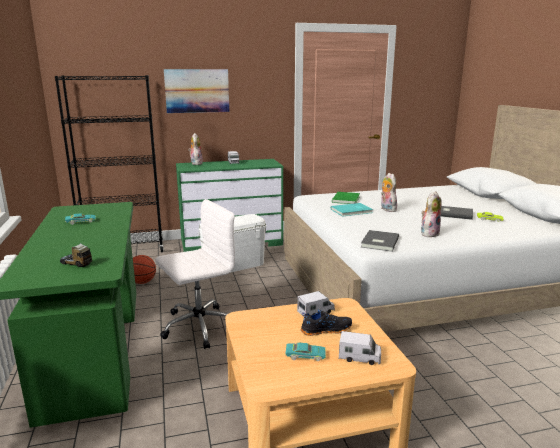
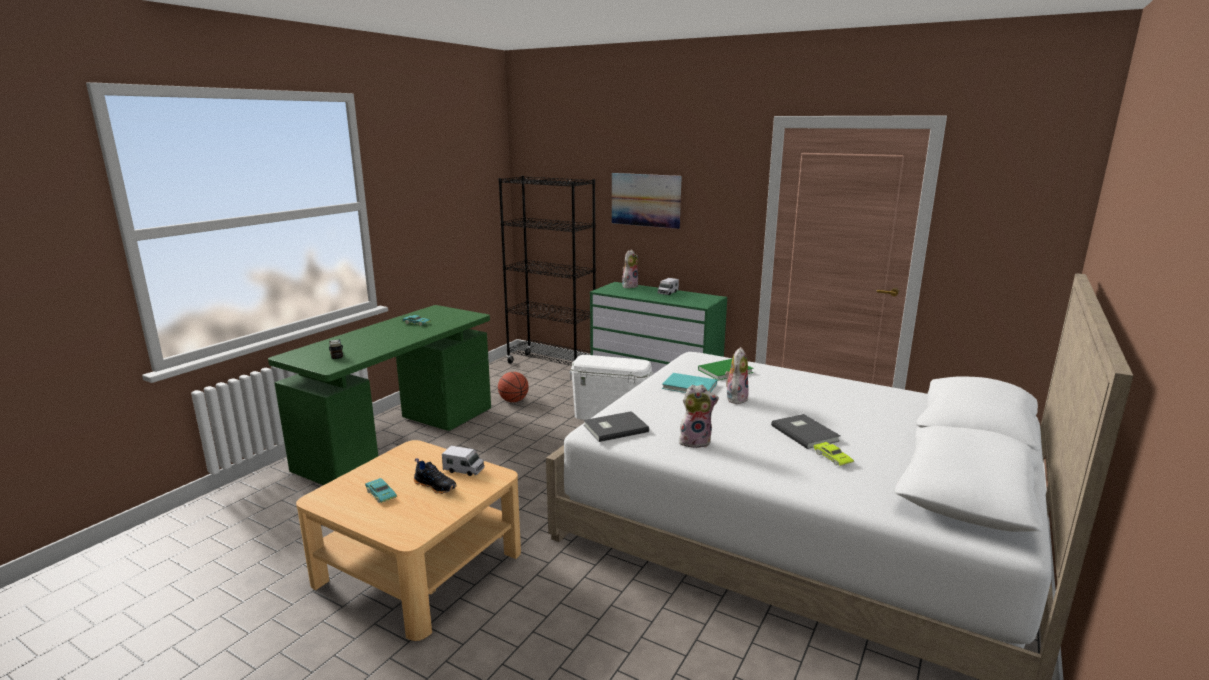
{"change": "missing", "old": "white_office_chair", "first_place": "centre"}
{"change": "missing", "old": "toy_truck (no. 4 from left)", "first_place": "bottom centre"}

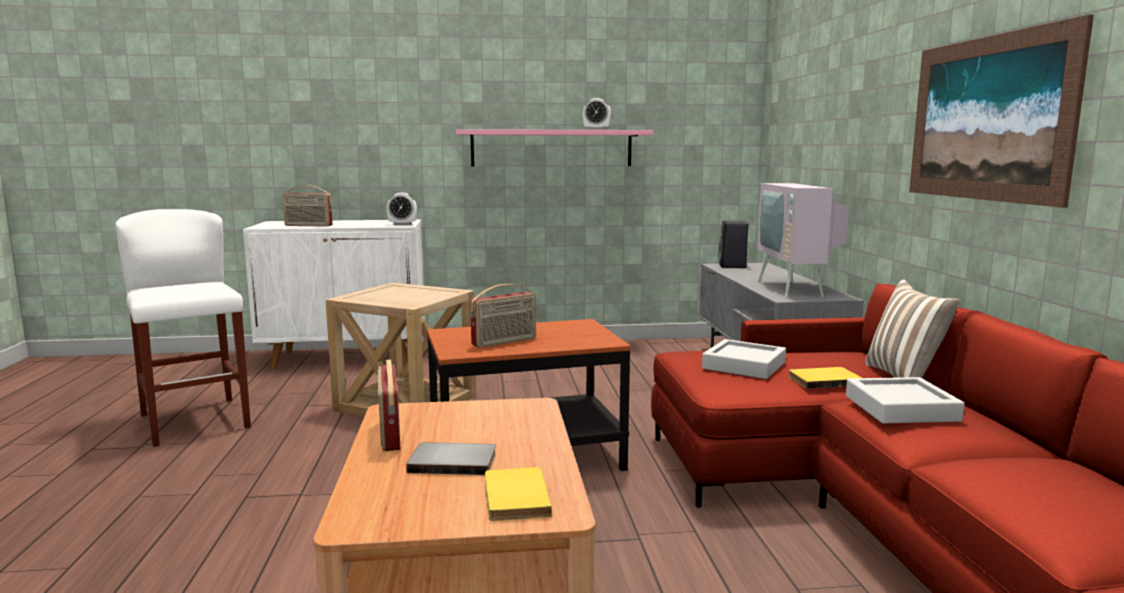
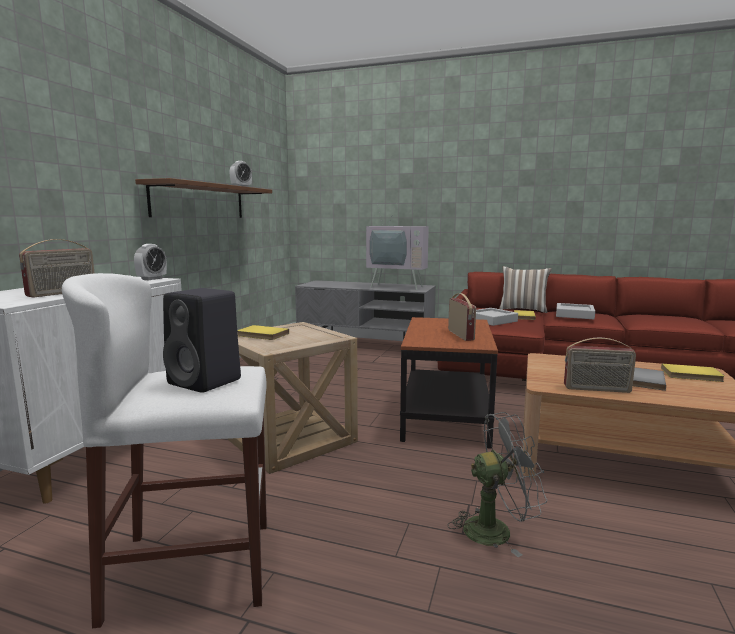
{"change": "colour", "old": "pink_shelf", "new": "brown_shelf", "first_place": "top centre", "second_place": "top left"}
{"change": "relocated", "old": "black_speaker", "first_place": "centre", "second_place": "middle left"}
{"change": "missing", "old": "picture", "first_place": "top right"}
{"change": "appeared", "new": "yellow_book (no. 1 from left)", "second_place": "centre"}
{"change": "appeared", "new": "grey_fan", "second_place": "bottom right"}

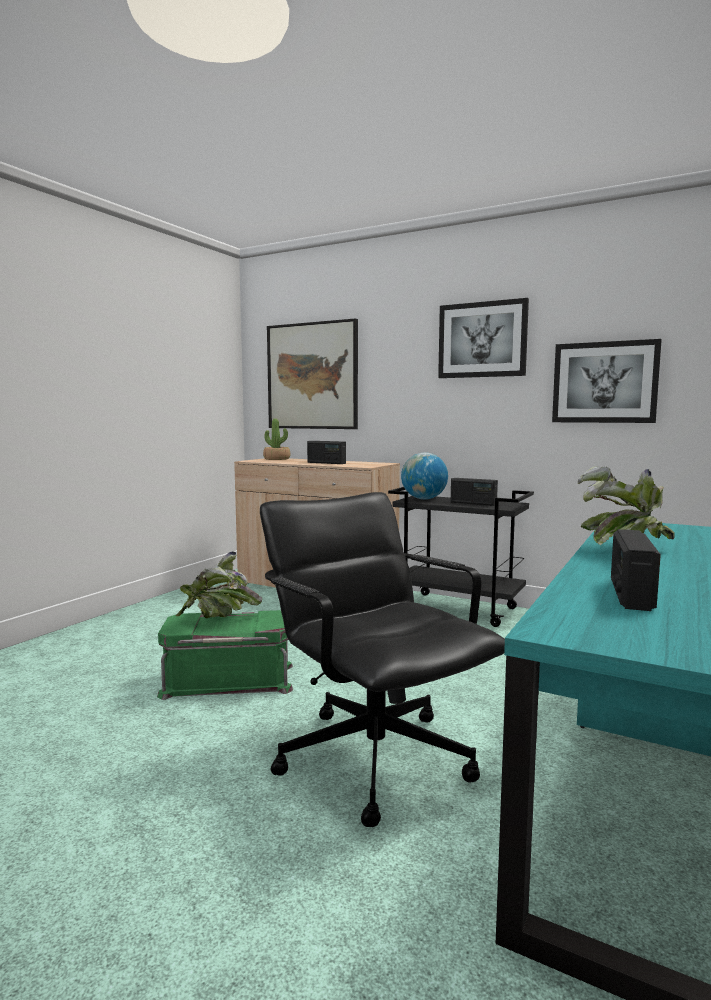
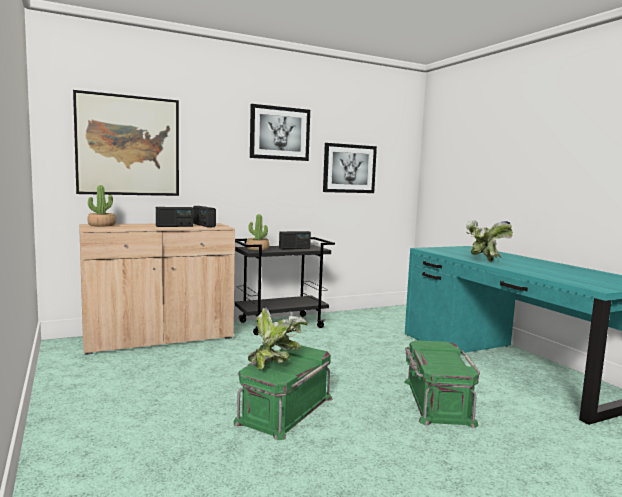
{"change": "exchanged", "old": "black_office_chair", "new": "green_storage_box (no. 2 from left)", "first_place": "centre", "second_place": "bottom right"}
{"change": "exchanged", "old": "globe", "new": "potted_plant (no. 2 from left)", "first_place": "centre", "second_place": "centre"}
{"change": "relocated", "old": "radio (no. 3 from left in the first image)", "new": "radio (no. 2 from left)", "first_place": "middle right", "second_place": "middle left"}

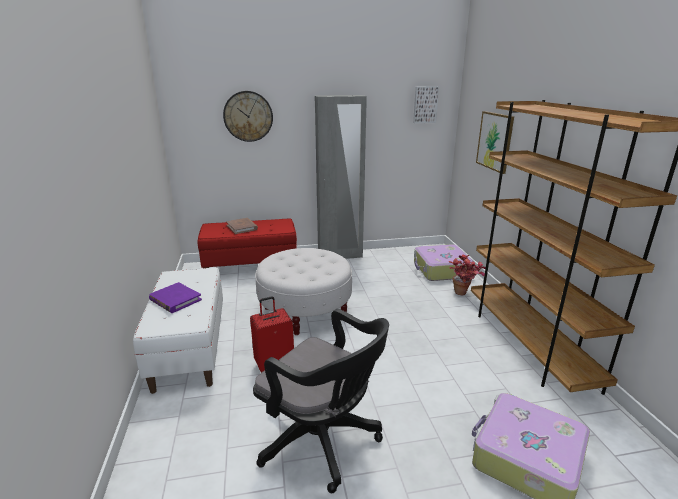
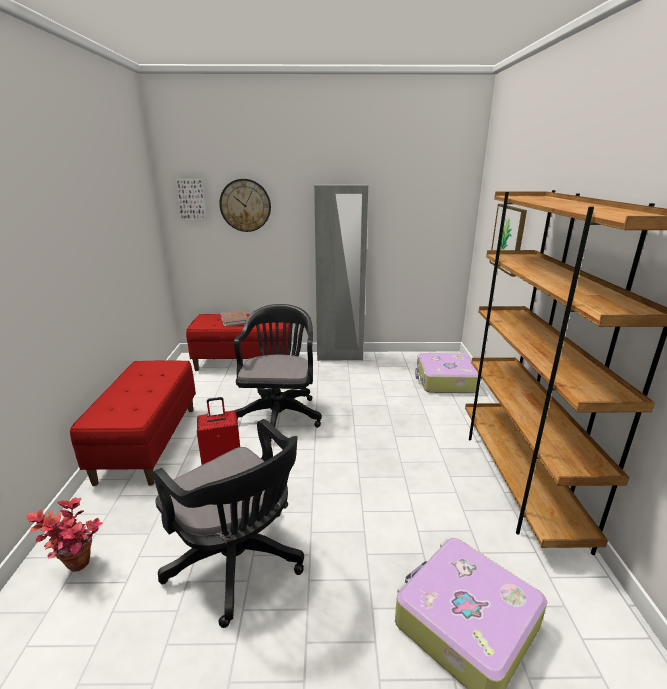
{"change": "colour", "old": "white_bench", "new": "red_bench (no. 1 from left)", "first_place": "middle left", "second_place": "middle left"}
{"change": "missing", "old": "purple_book", "first_place": "middle left"}
{"change": "exchanged", "old": "white_ottoman", "new": "black_office_chair (no. 2 from left)", "first_place": "centre", "second_place": "centre"}
{"change": "relocated", "old": "picture (no. 1 from left)", "first_place": "top centre", "second_place": "top left"}
{"change": "relocated", "old": "potted_plant", "first_place": "middle right", "second_place": "bottom left"}

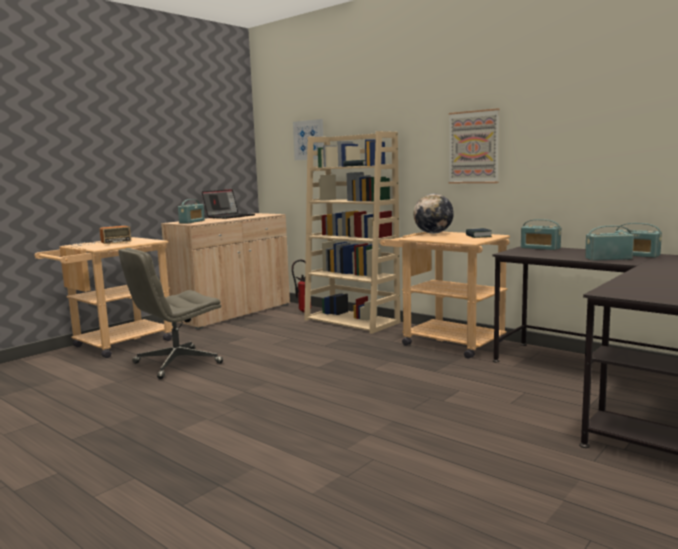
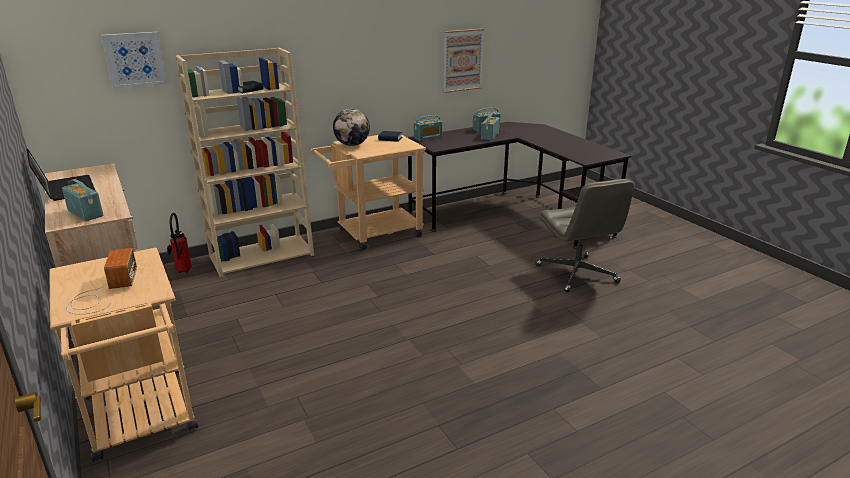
{"change": "relocated", "old": "grey_office_chair", "first_place": "middle left", "second_place": "middle right"}
{"change": "relocated", "old": "picture (no. 2 from left)", "first_place": "top right", "second_place": "top centre"}

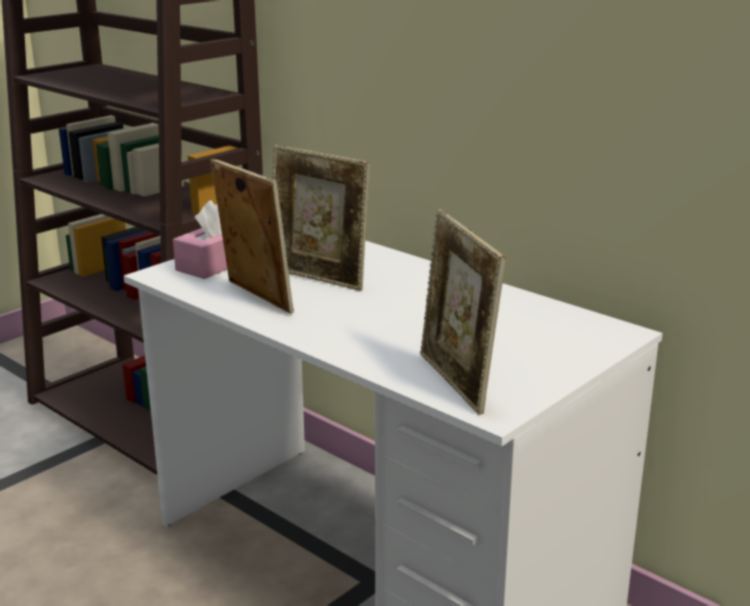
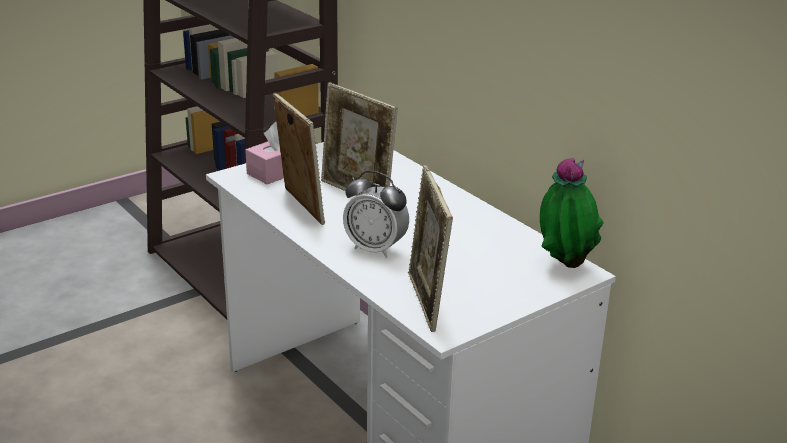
{"change": "appeared", "new": "alarm_clock", "second_place": "centre"}
{"change": "appeared", "new": "potted_plant", "second_place": "middle right"}

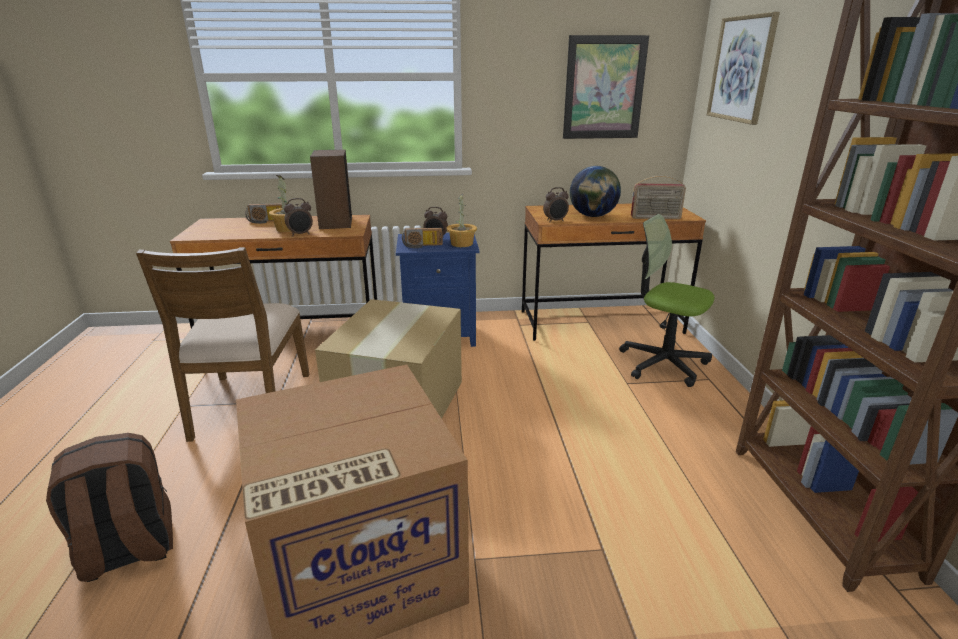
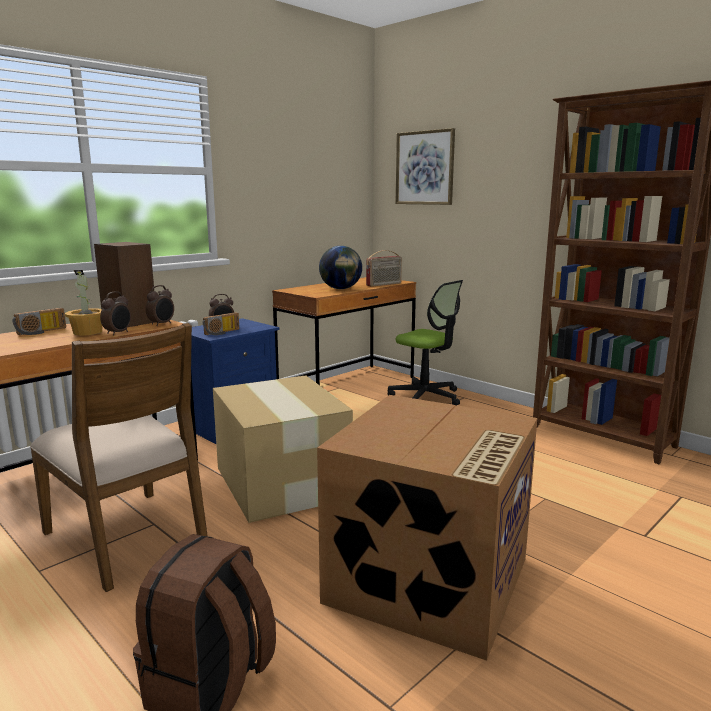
{"change": "missing", "old": "potted_plant (no. 2 from left)", "first_place": "centre"}
{"change": "relocated", "old": "alarm_clock (no. 3 from left in the first image)", "new": "alarm_clock (no. 2 from left)", "first_place": "top centre", "second_place": "middle left"}
{"change": "missing", "old": "picture (no. 1 from left)", "first_place": "top centre"}
{"change": "spun", "old": "office_chair", "first_place": "middle right", "second_place": "centre", "degrees": -135}

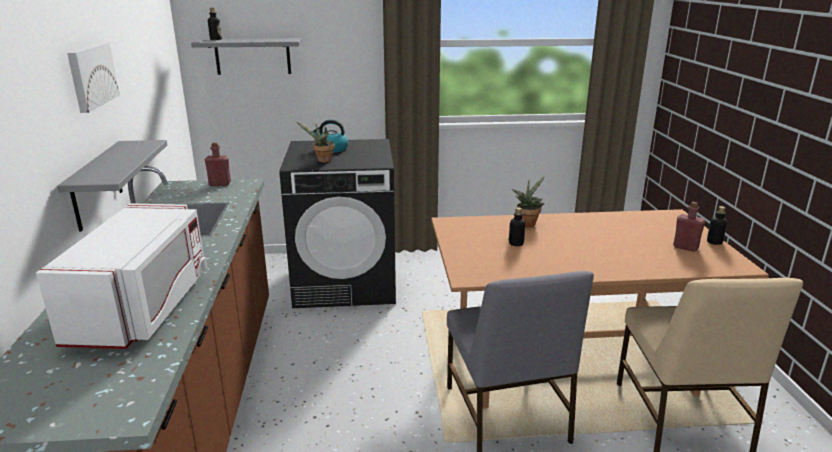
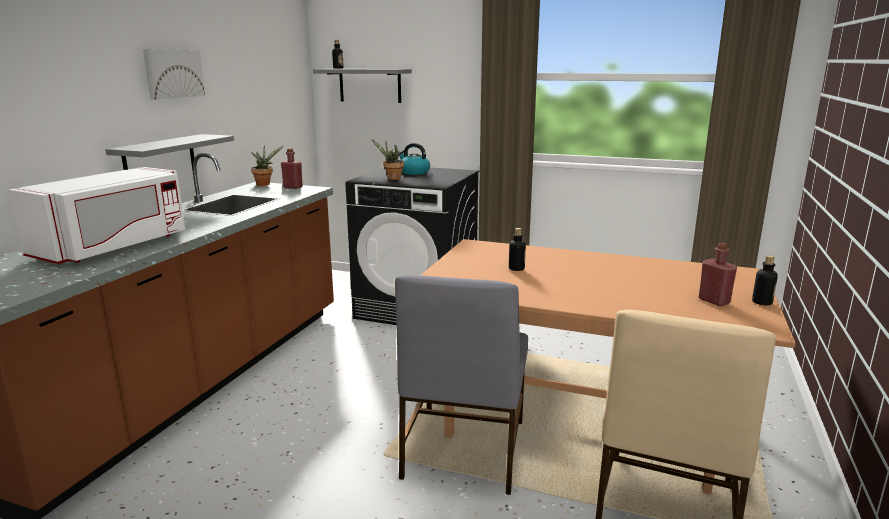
{"change": "relocated", "old": "potted_plant (no. 2 from left in the first image)", "new": "potted_plant (no. 1 from left)", "first_place": "centre", "second_place": "top left"}

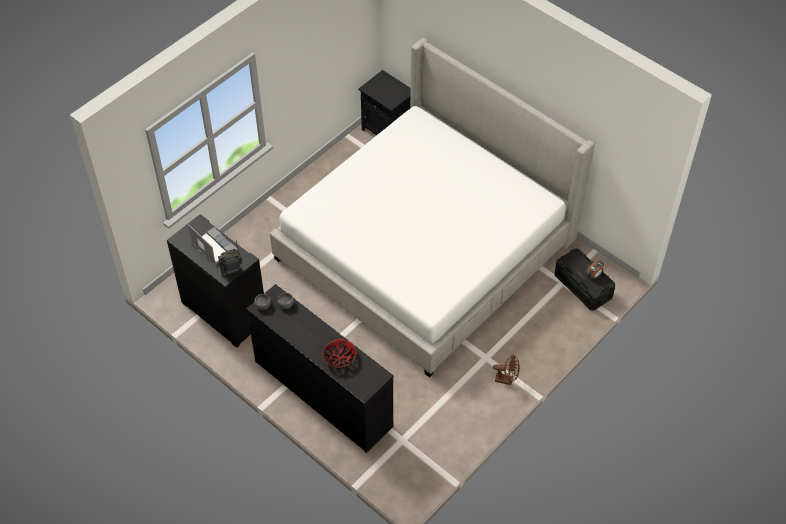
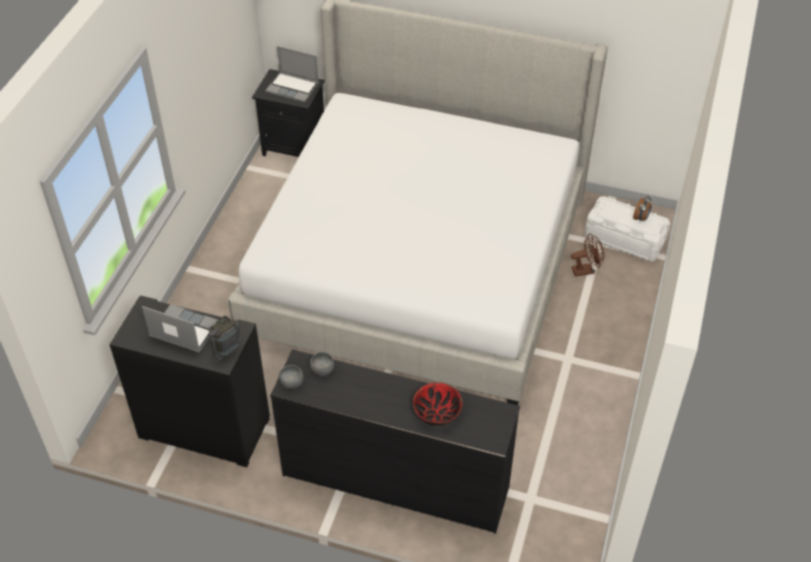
{"change": "relocated", "old": "brown_fan", "first_place": "bottom centre", "second_place": "middle right"}
{"change": "colour", "old": "black_storage_box", "new": "white_storage_box", "first_place": "middle right", "second_place": "middle right"}
{"change": "appeared", "new": "laptop (no. 2 from left)", "second_place": "top centre"}

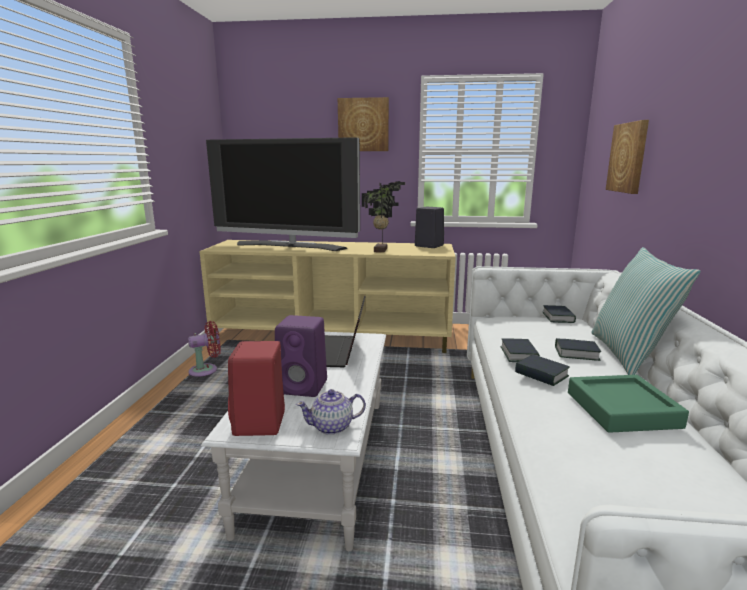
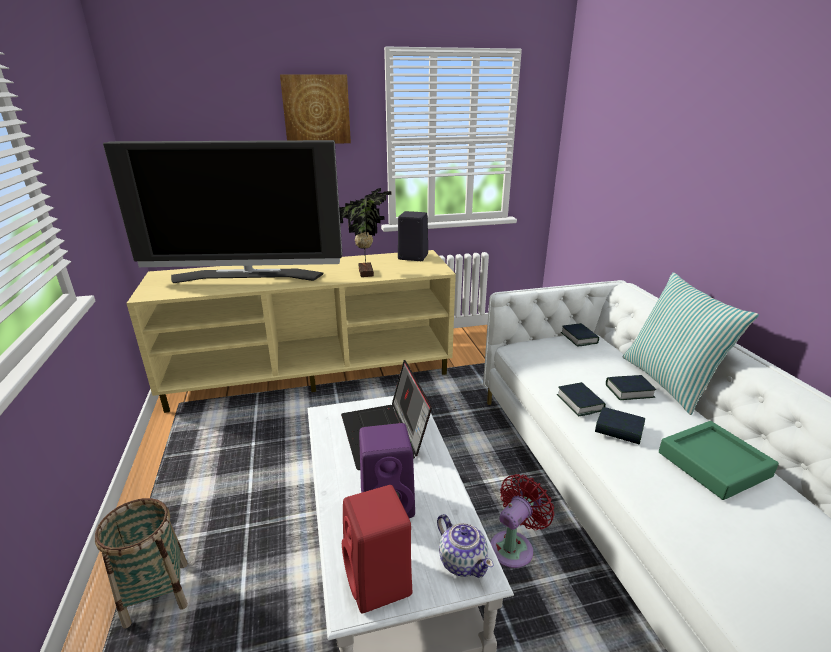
{"change": "relocated", "old": "red_fan", "first_place": "middle left", "second_place": "bottom centre"}
{"change": "spun", "old": "teapot", "first_place": "bottom centre", "second_place": "bottom centre", "degrees": -90}
{"change": "missing", "old": "picture (no. 2 from left)", "first_place": "top right"}
{"change": "appeared", "new": "basket", "second_place": "bottom left"}

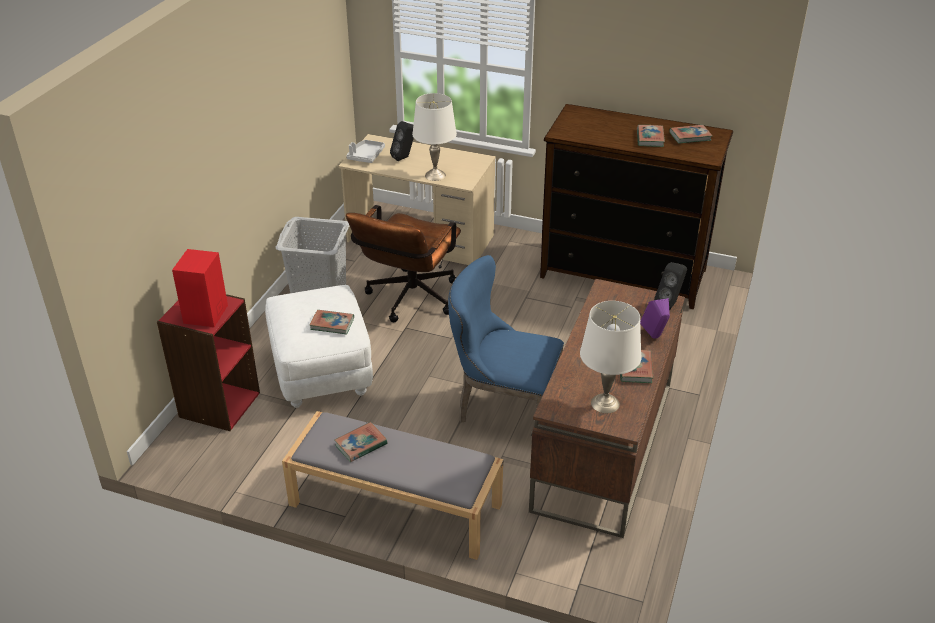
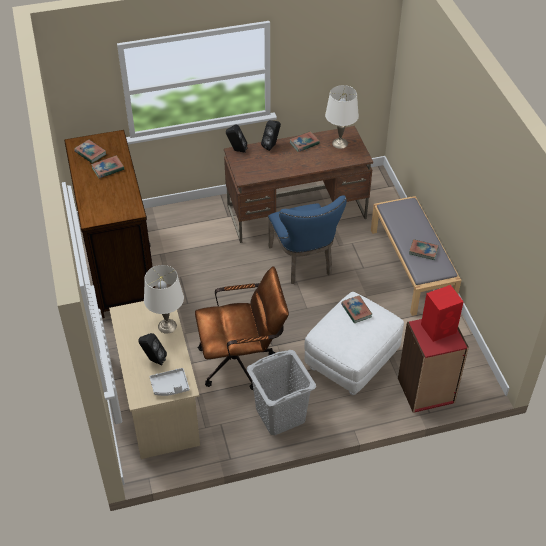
{"change": "colour", "old": "purple_speaker", "new": "black_speaker (no. 3 from left)", "first_place": "middle right", "second_place": "top centre"}

